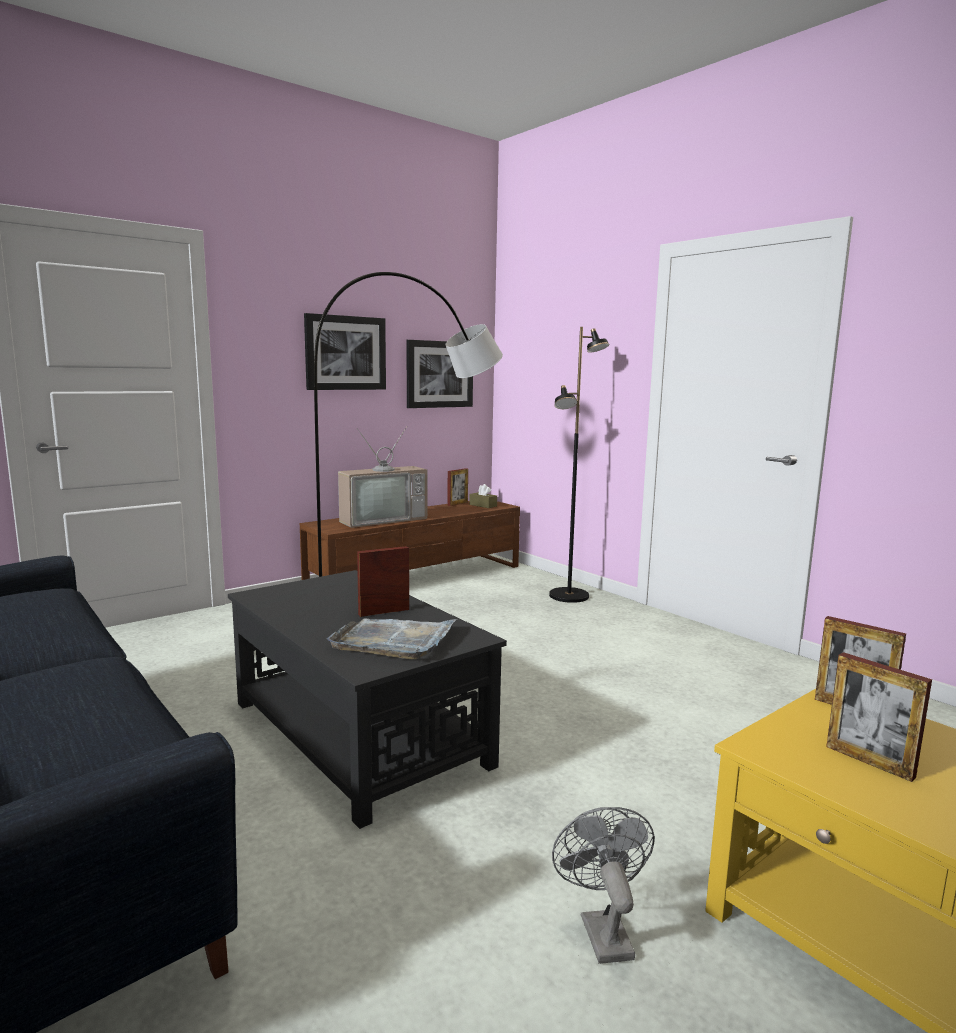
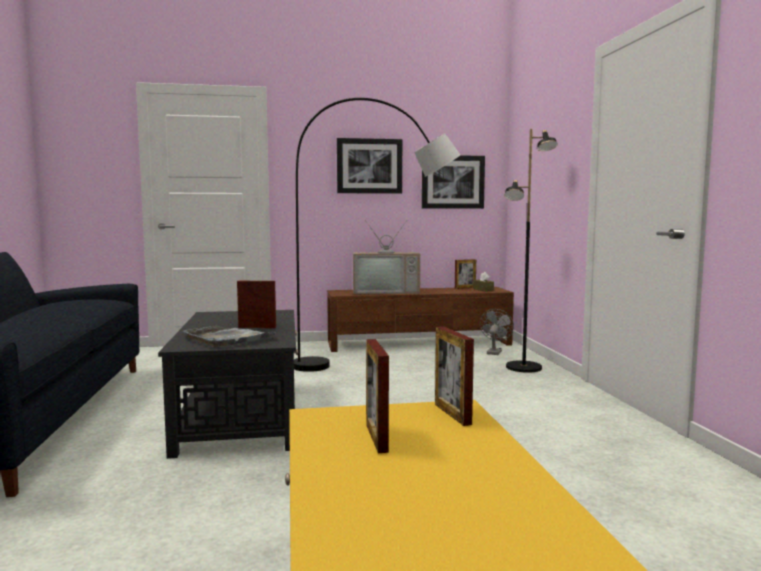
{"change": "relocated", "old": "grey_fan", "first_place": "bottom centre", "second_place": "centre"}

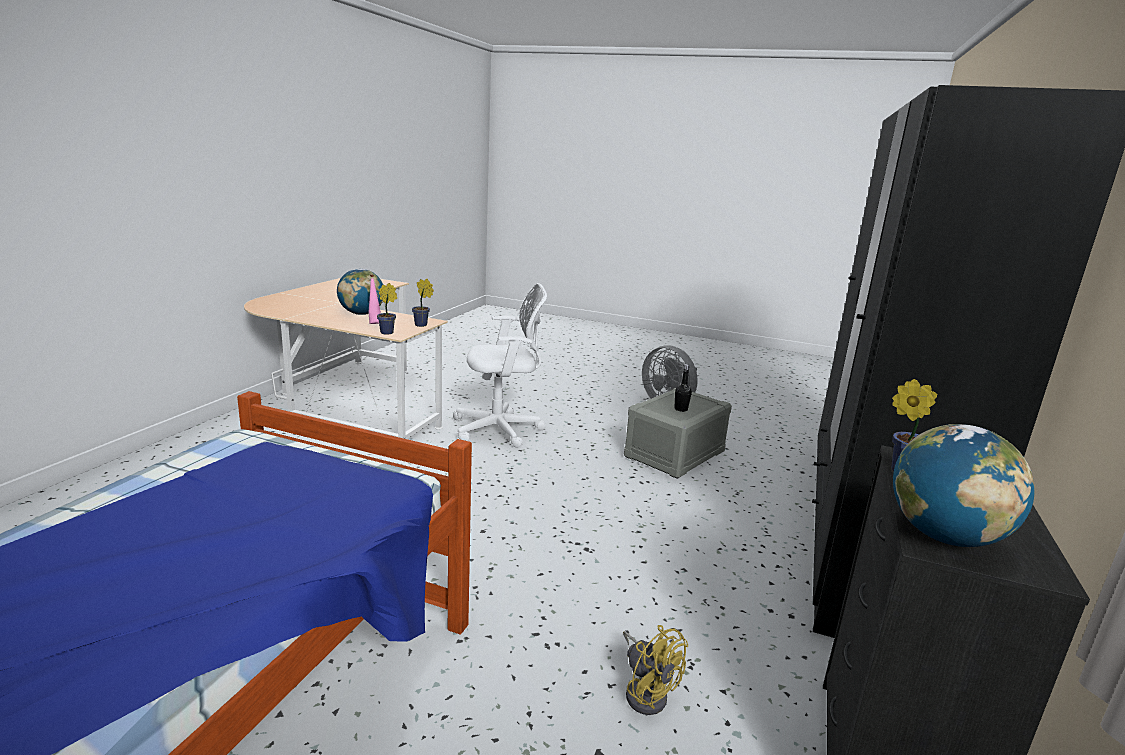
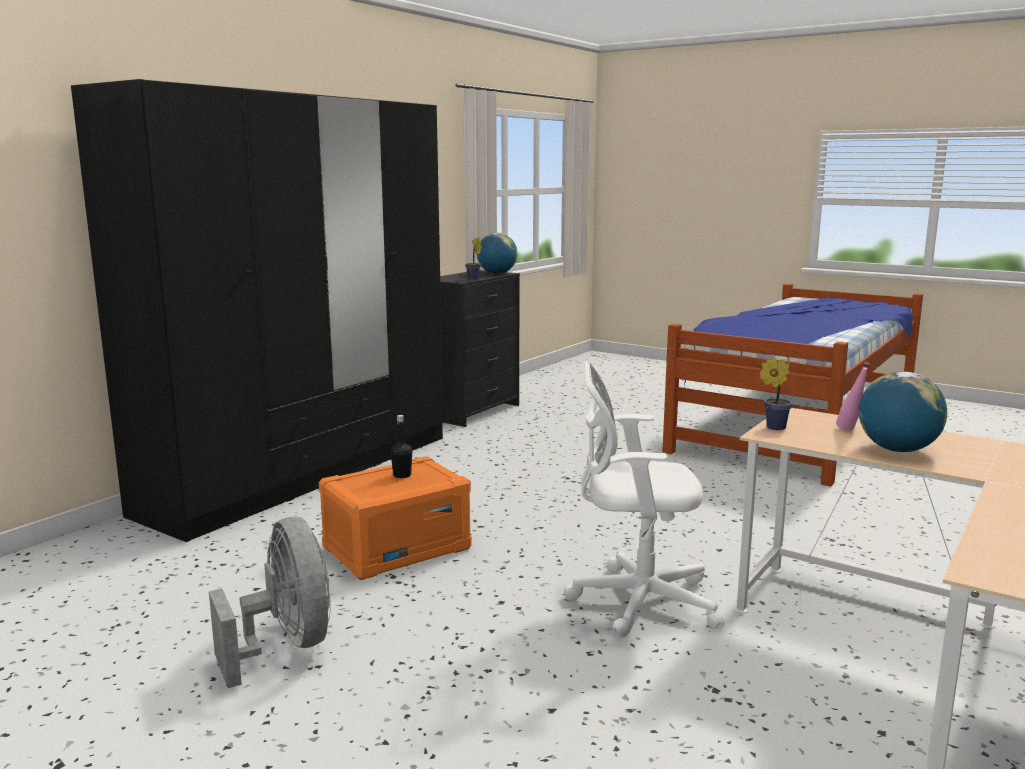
{"change": "missing", "old": "potted_plant (no. 1 from left)", "first_place": "centre"}
{"change": "missing", "old": "yellow_fan", "first_place": "bottom centre"}
{"change": "colour", "old": "grey_storage_box", "new": "orange_storage_box", "first_place": "centre", "second_place": "bottom centre"}

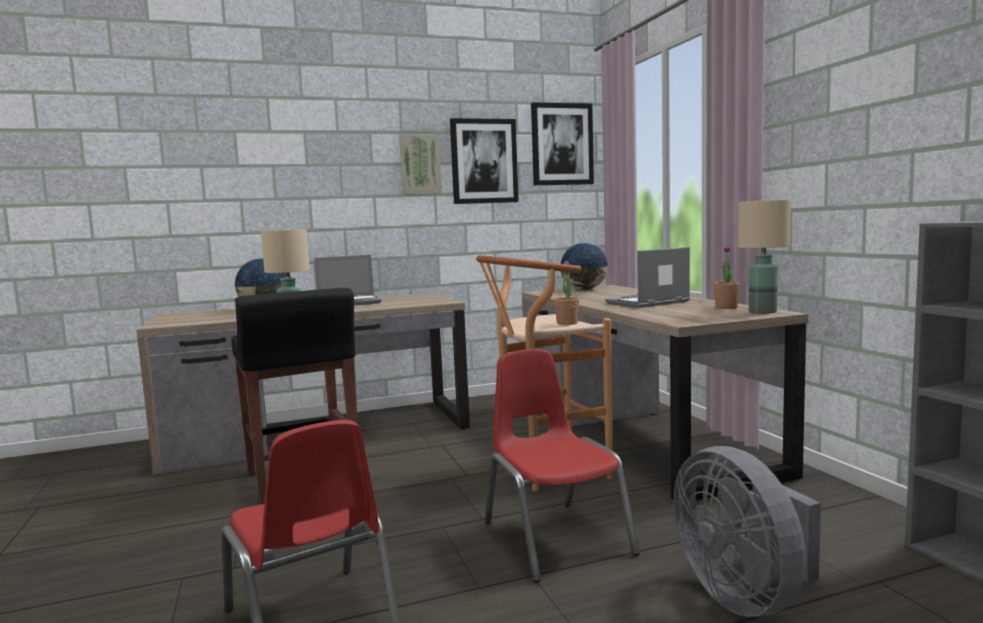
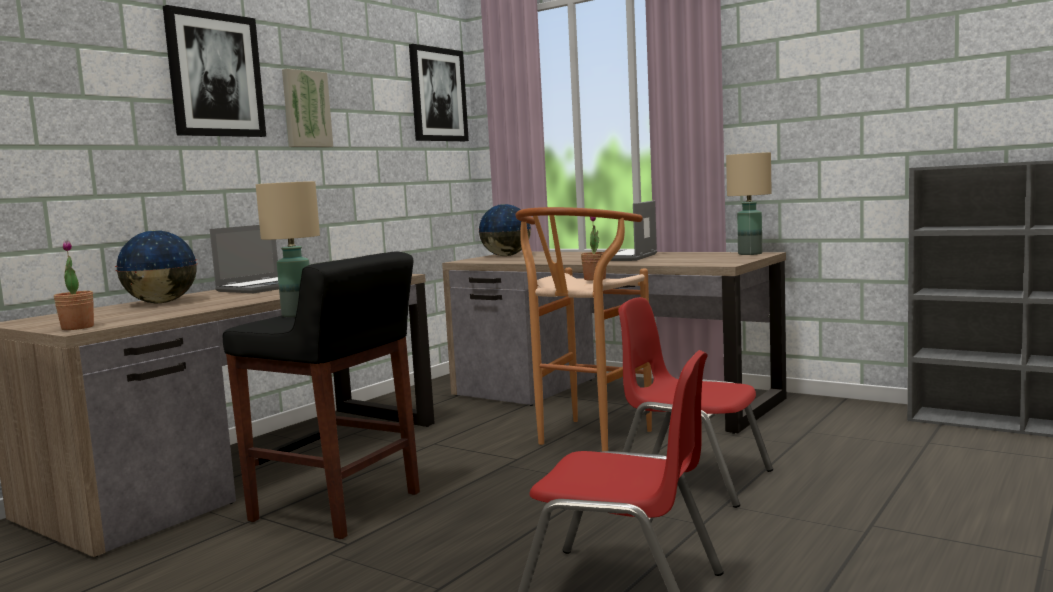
{"change": "relocated", "old": "picture (no. 2 from left in the first image)", "new": "picture (no. 1 from left)", "first_place": "top centre", "second_place": "top left"}
{"change": "missing", "old": "grey_fan", "first_place": "bottom right"}
{"change": "relocated", "old": "potted_plant (no. 2 from left in the first image)", "new": "potted_plant (no. 1 from left)", "first_place": "middle right", "second_place": "middle left"}

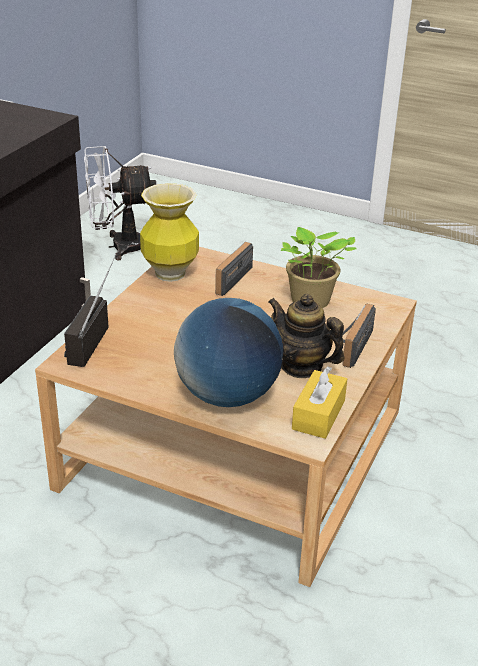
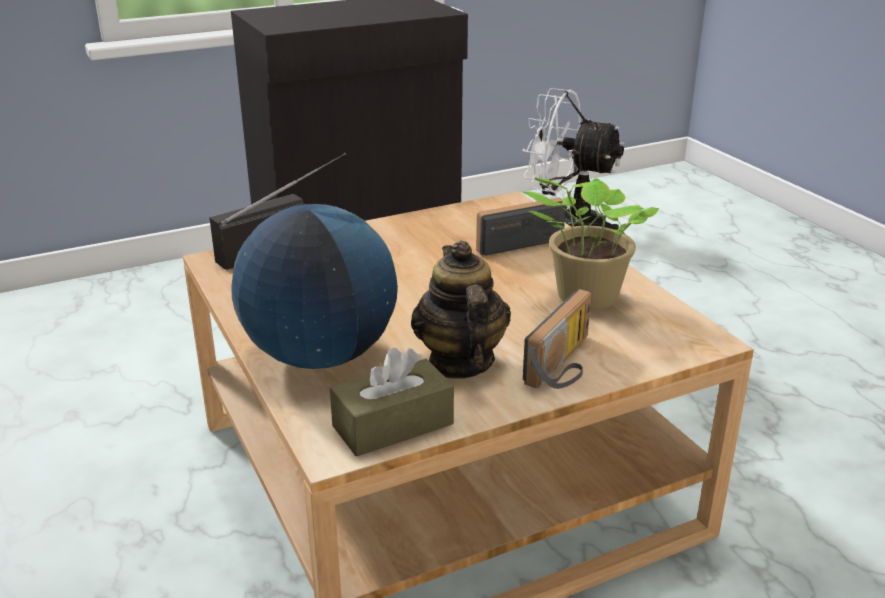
{"change": "missing", "old": "vase", "first_place": "centre"}
{"change": "colour", "old": "yellow_tissue_box", "new": "brown_tissue_box", "first_place": "middle right", "second_place": "bottom centre"}
{"change": "spun", "old": "radio (no. 3 from left)", "first_place": "middle right", "second_place": "centre", "degrees": 150}

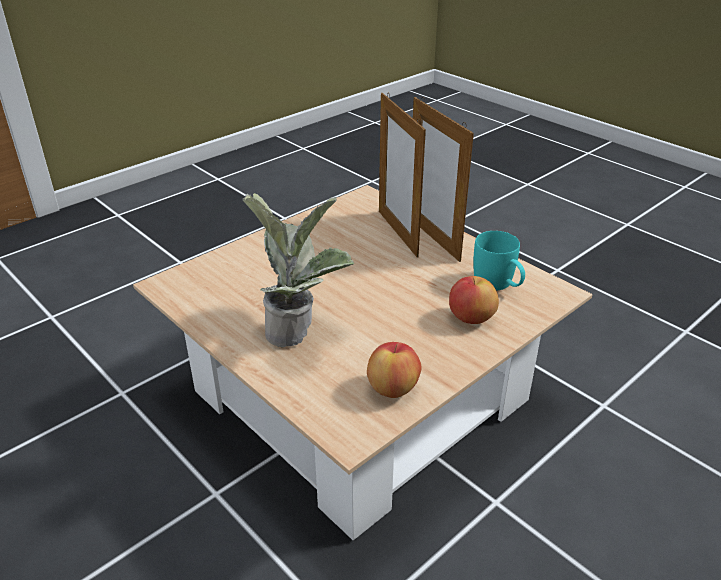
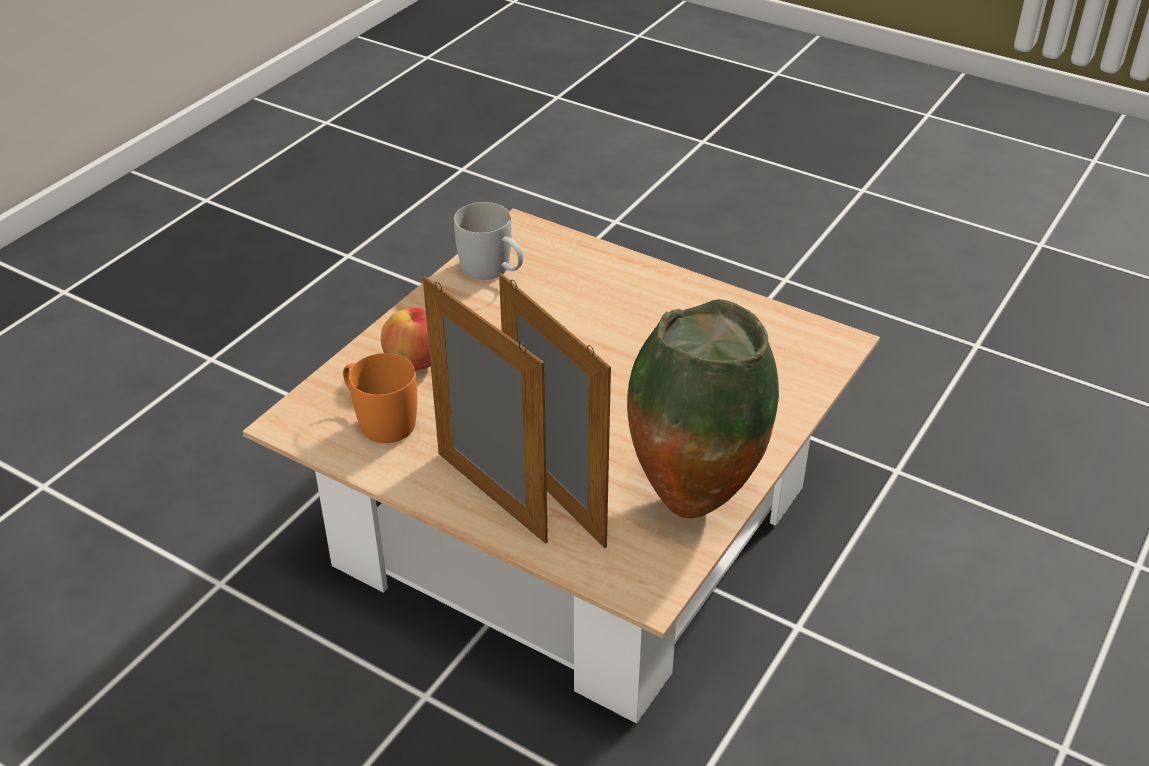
{"change": "missing", "old": "potted_plant", "first_place": "centre"}
{"change": "exchanged", "old": "apple (no. 1 from left)", "new": "white_mug", "first_place": "centre", "second_place": "top centre"}
{"change": "colour", "old": "turquoise_mug", "new": "orange_mug", "first_place": "middle right", "second_place": "middle left"}
{"change": "appeared", "new": "vase", "second_place": "centre"}

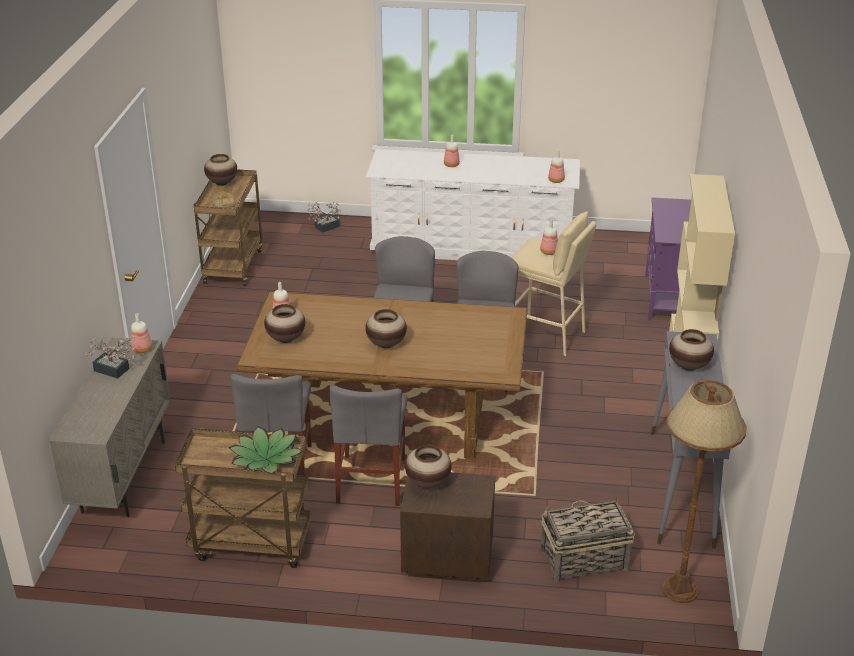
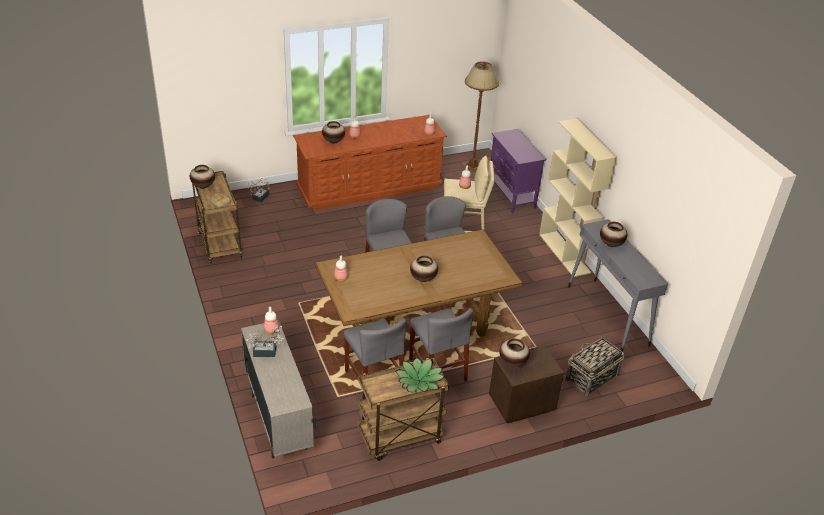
{"change": "relocated", "old": "vase (no. 2 from left)", "first_place": "middle left", "second_place": "top centre"}
{"change": "colour", "old": "white_dresser", "new": "brown_dresser", "first_place": "top centre", "second_place": "top centre"}
{"change": "relocated", "old": "brown_floor_lamp", "first_place": "bottom right", "second_place": "top centre"}

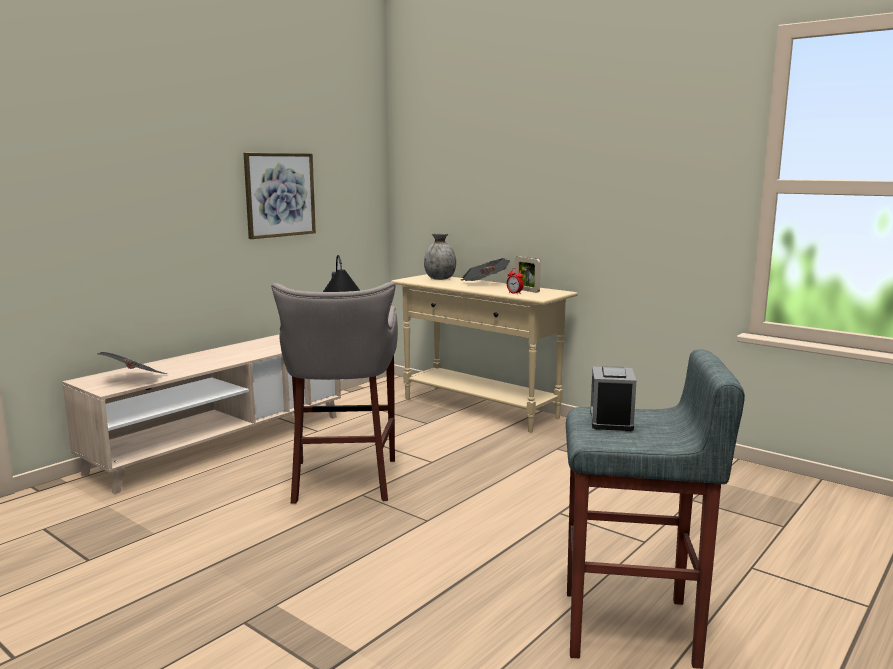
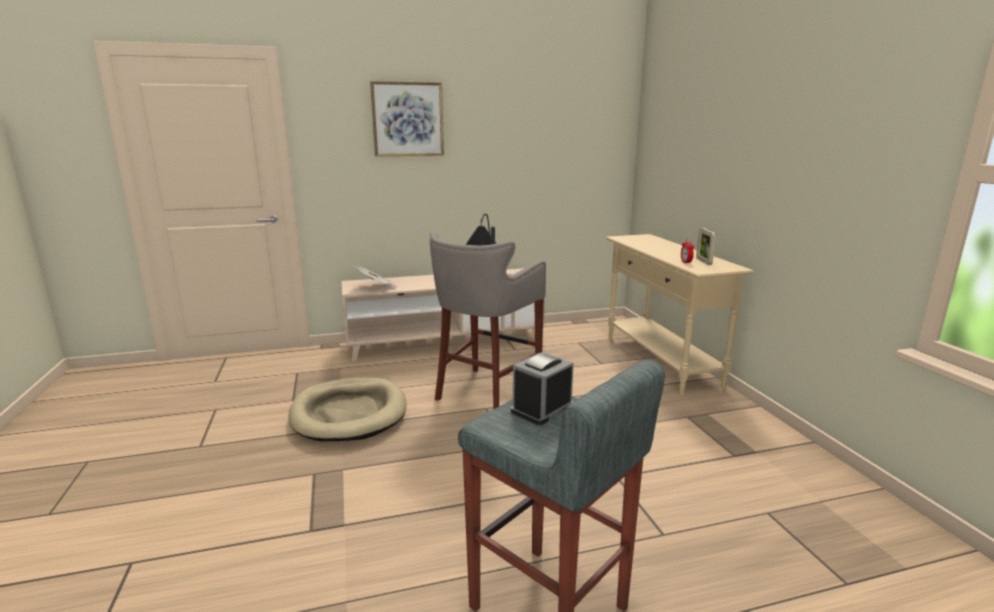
{"change": "relocated", "old": "picture", "first_place": "top left", "second_place": "top centre"}
{"change": "missing", "old": "grey_vase", "first_place": "centre"}
{"change": "missing", "old": "newspaper (no. 2 from left)", "first_place": "centre"}
{"change": "appeared", "new": "beige_dog_bed", "second_place": "bottom centre"}

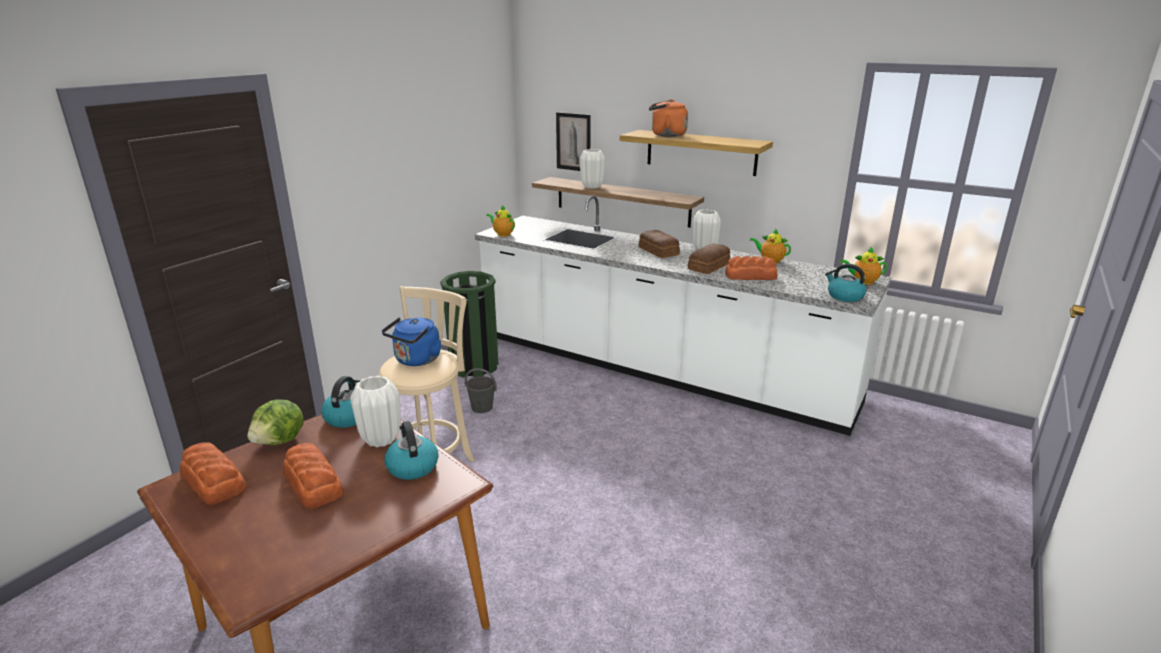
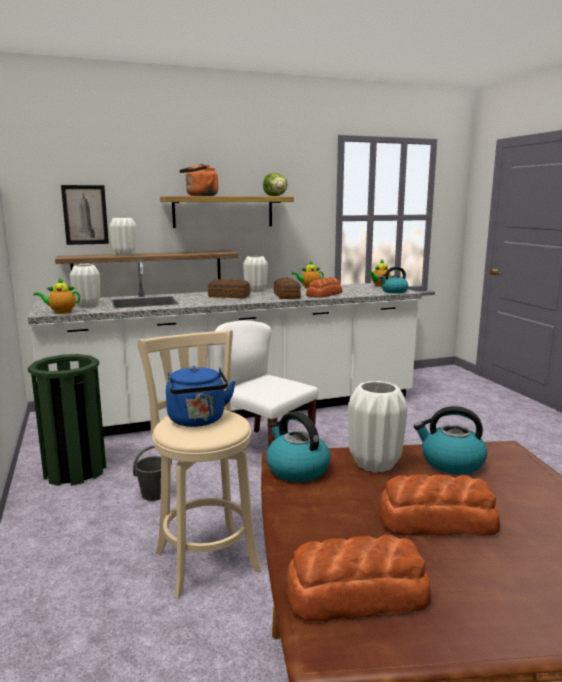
{"change": "relocated", "old": "lettuce", "first_place": "middle left", "second_place": "top centre"}
{"change": "appeared", "new": "white_vase (no. 1 from left)", "second_place": "middle left"}
{"change": "appeared", "new": "white_chair", "second_place": "centre"}

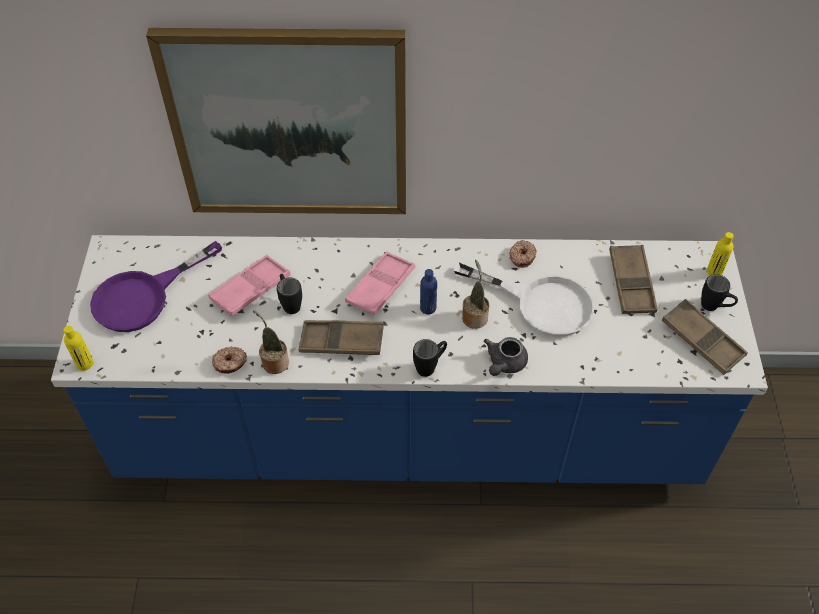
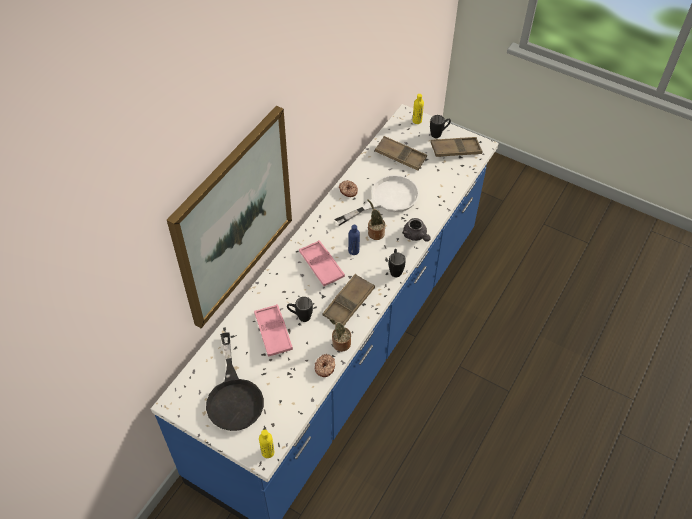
{"change": "colour", "old": "purple_frying_pan", "new": "black_frying_pan", "first_place": "middle left", "second_place": "bottom centre"}

